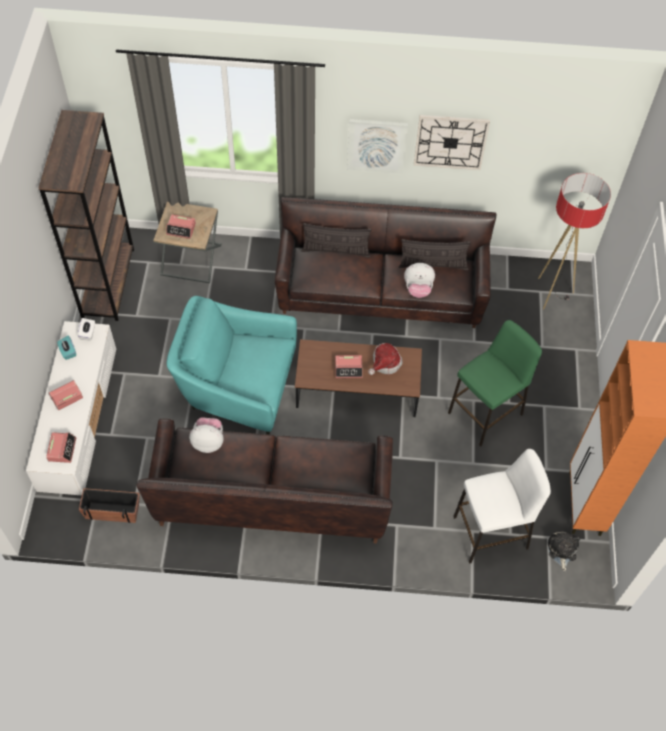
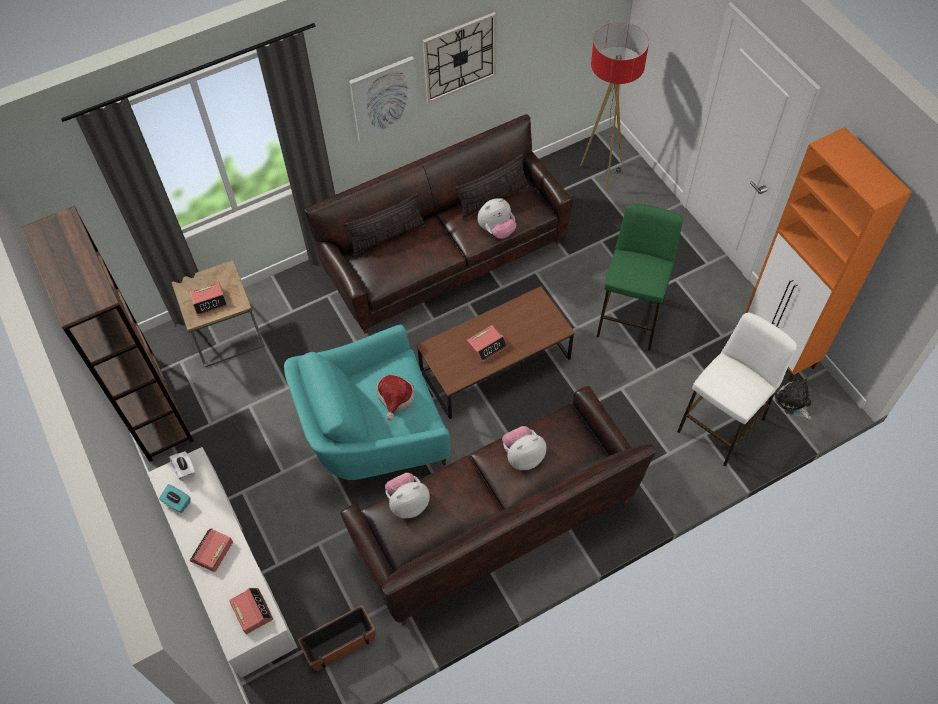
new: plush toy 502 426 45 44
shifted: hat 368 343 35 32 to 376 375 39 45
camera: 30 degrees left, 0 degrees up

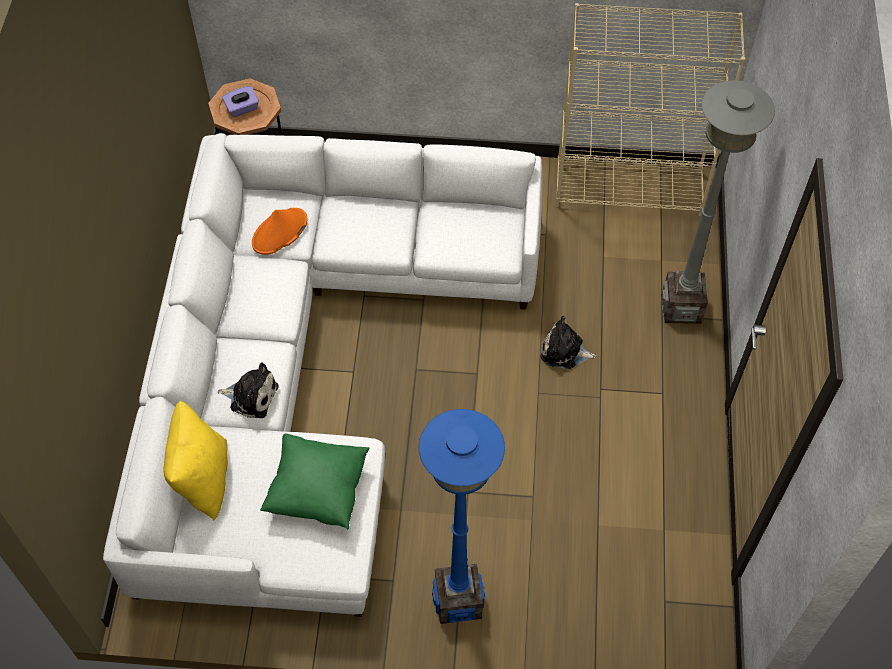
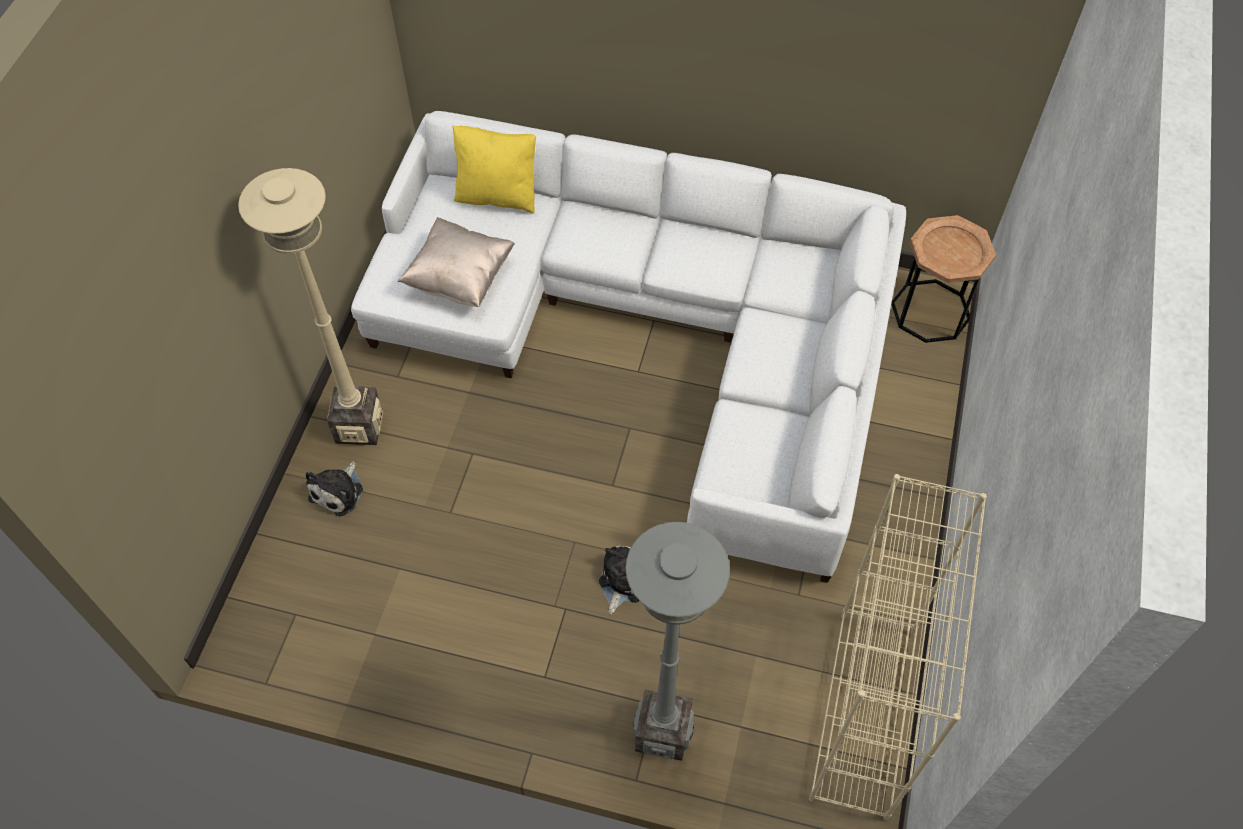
gone: tissue box in purple 222 86 37 31; hat in orange 252 208 55 47
shifted: plush toy 217 362 61 56 to 306 461 57 55
repainted: pillow in green 260 434 110 96 to pillow in beige 398 217 117 90; floor lamp in blue 419 409 86 215 to floor lamp in beige 238 168 145 277
camera: 100 degrees right, 0 degrees up

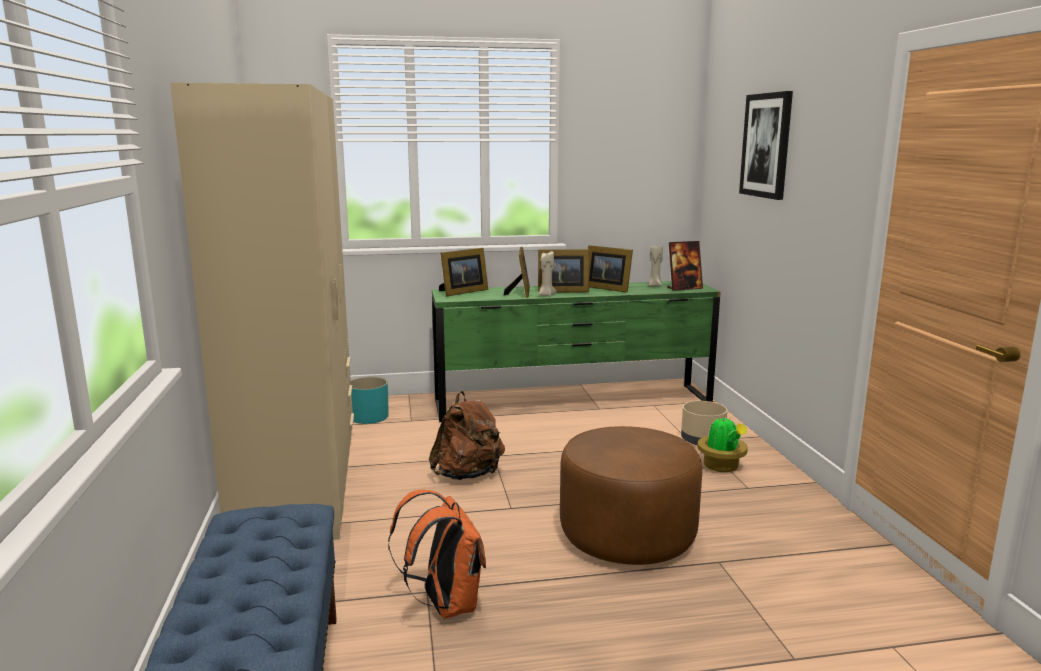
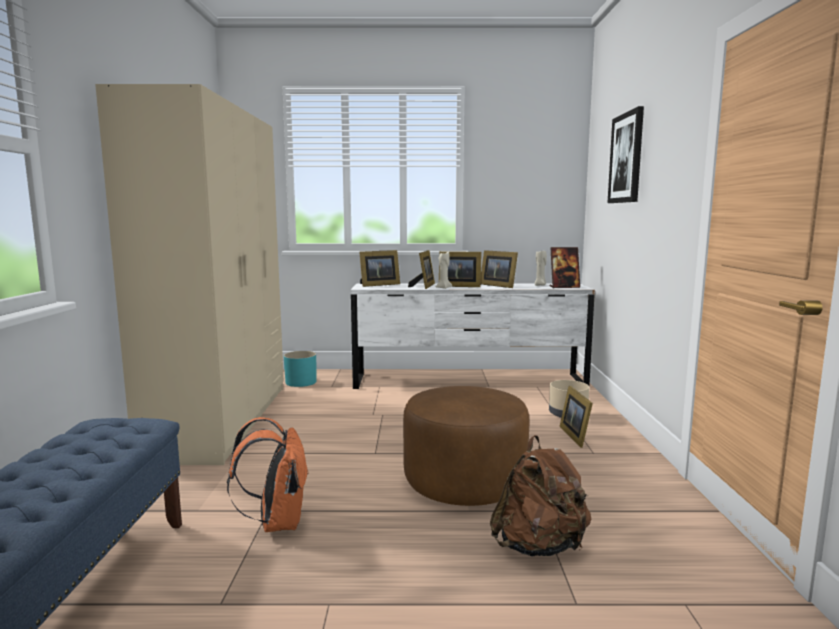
shifted: backpack in brown 429 391 76 89 to 490 435 101 122
swapped: potted plant 697 413 51 59 to picture frame 560 386 33 62
repainted: dresser in green 432 281 289 141 to dresser in white 351 283 244 106
camera: 10 degrees right, 5 degrees down

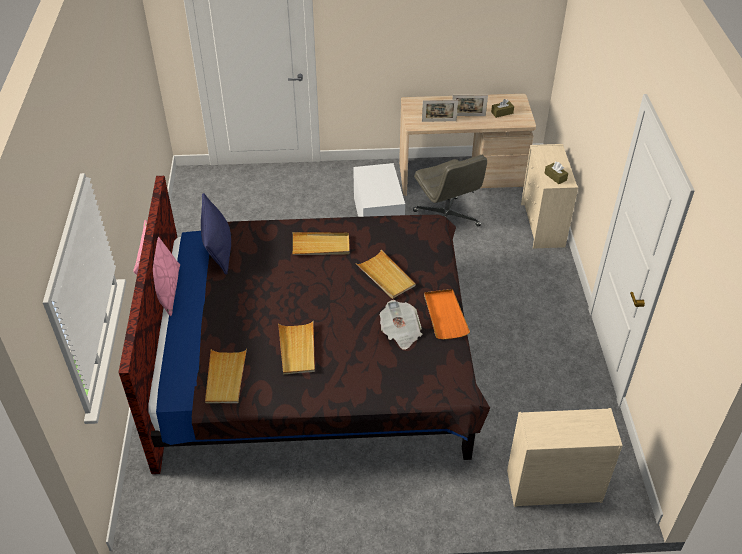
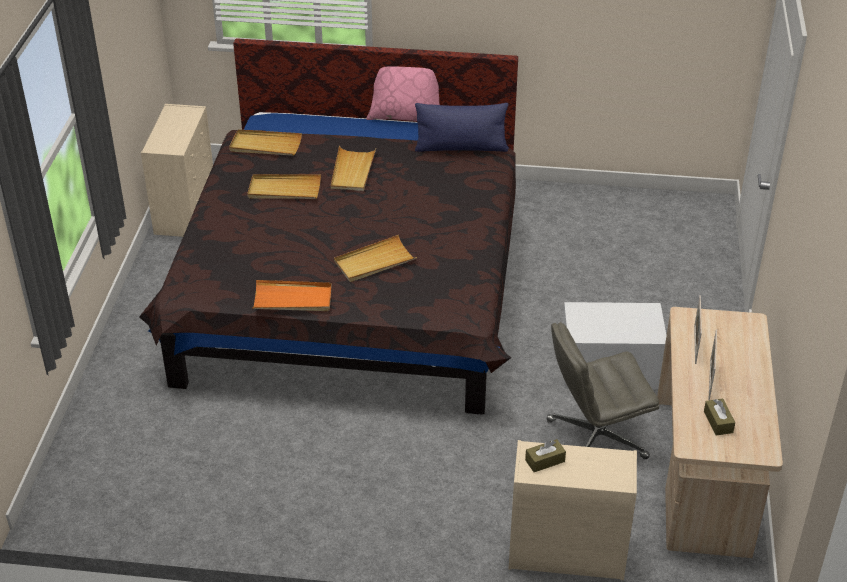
gone: newspaper 380 300 42 50
shifted: tray in beige 292 232 58 23 to 331 146 45 45; dresser in beige 507 408 116 99 to 141 104 72 133
camera: 100 degrees right, 5 degrees down

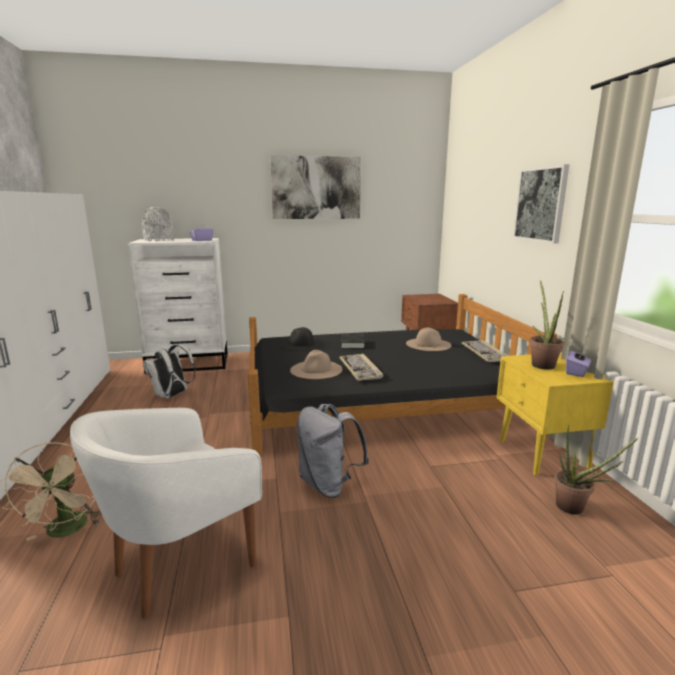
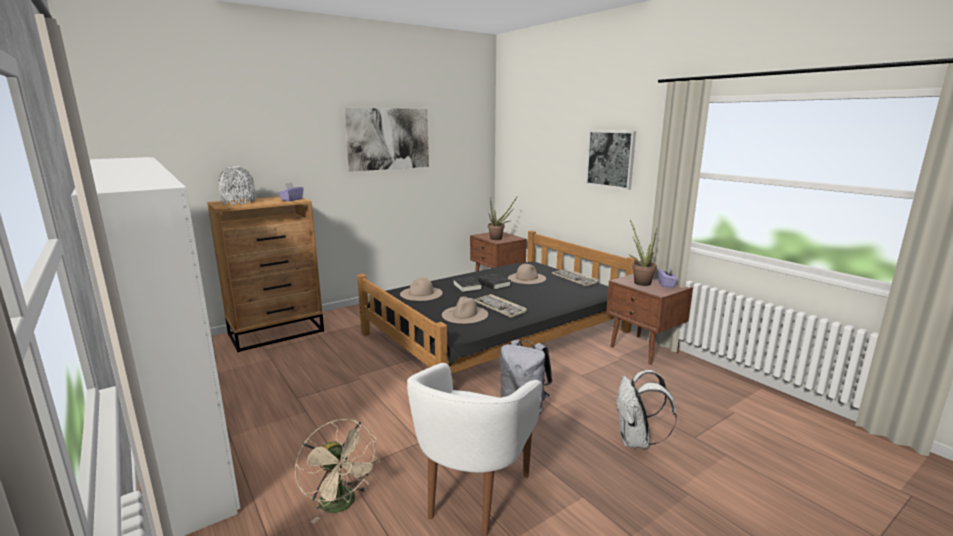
new: book in black 478 274 33 16
shifted: backpack in white 143 344 52 55 to 616 370 61 78; potted plant 554 425 85 89 to 488 197 29 43
repainted: dresser in white 128 238 100 136 to dresser in brown 207 196 117 156; hat in black 279 327 44 24 to hat in beige 400 278 43 23; nightstand in yellow 497 353 117 123 to nightstand in brown 606 274 87 91
camera: 25 degrees left, 0 degrees up

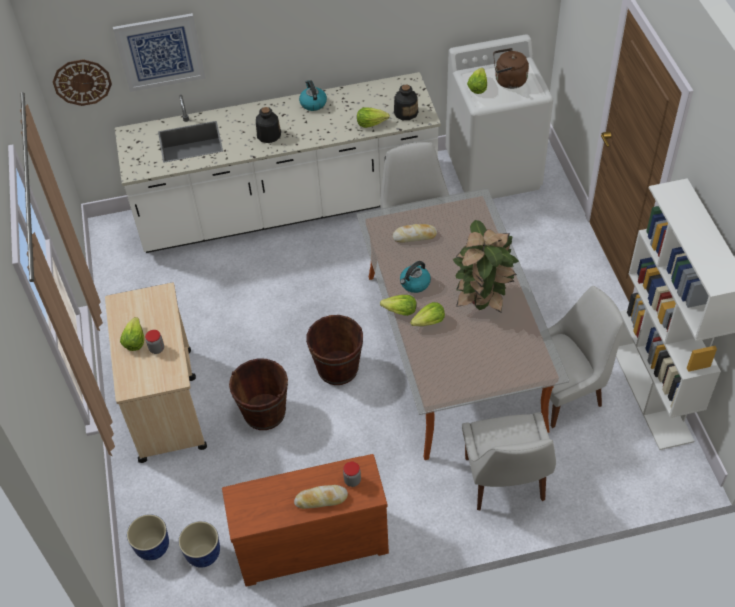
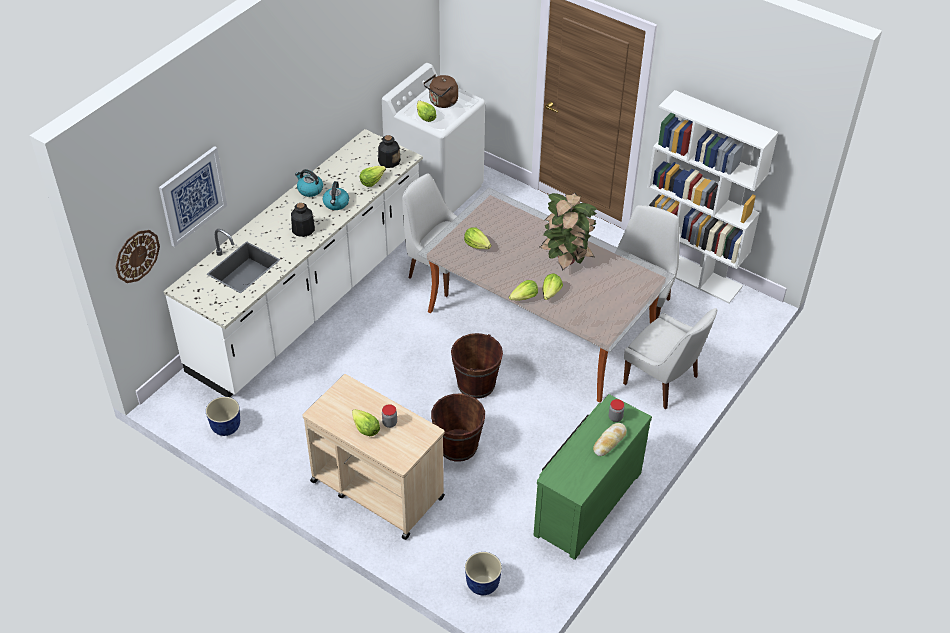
shifted: planter 179 521 41 47 to 206 397 34 39; kettle 400 261 31 32 to 323 181 26 29
swapped: bread 392 224 45 19 to lettuce 464 227 27 22
repainted: dresser in brown 222 454 167 133 to dresser in green 534 394 118 166
camera: 45 degrees left, 5 degrees down

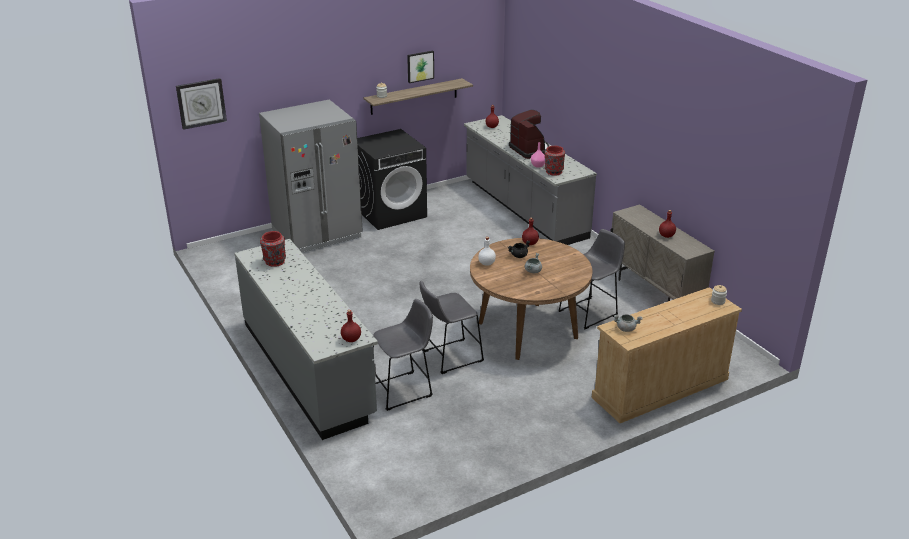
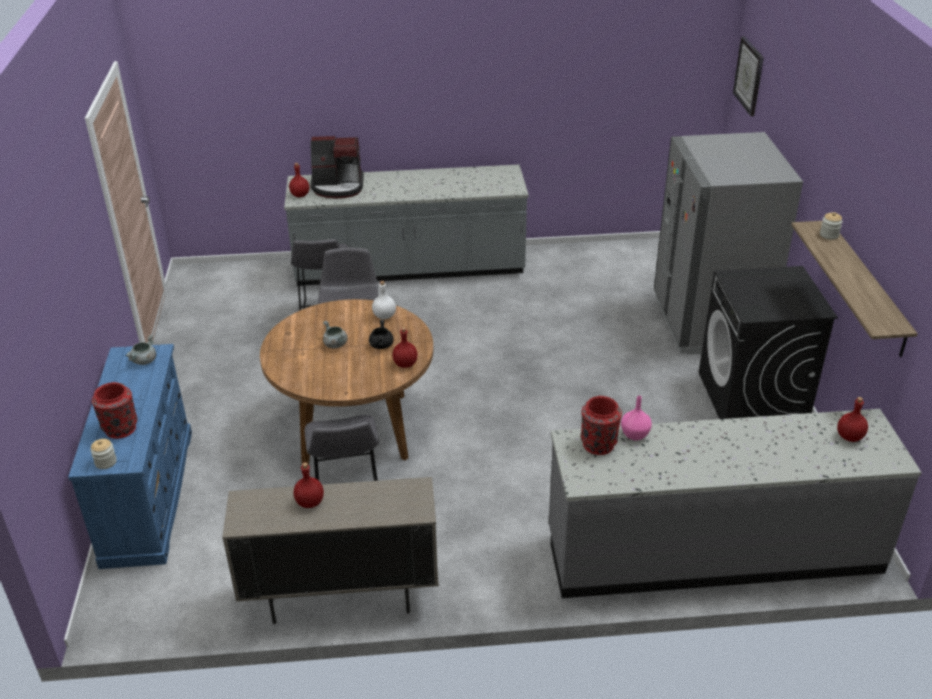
gone: picture 407 51 27 32
shifted: vase in red 260 231 26 36 to 92 382 46 57; coffee machine 509 110 40 49 to 310 136 54 62
repainted: dresser in beige 592 287 150 136 to dresser in blue 68 344 124 225
camera: 115 degrees right, 5 degrees up

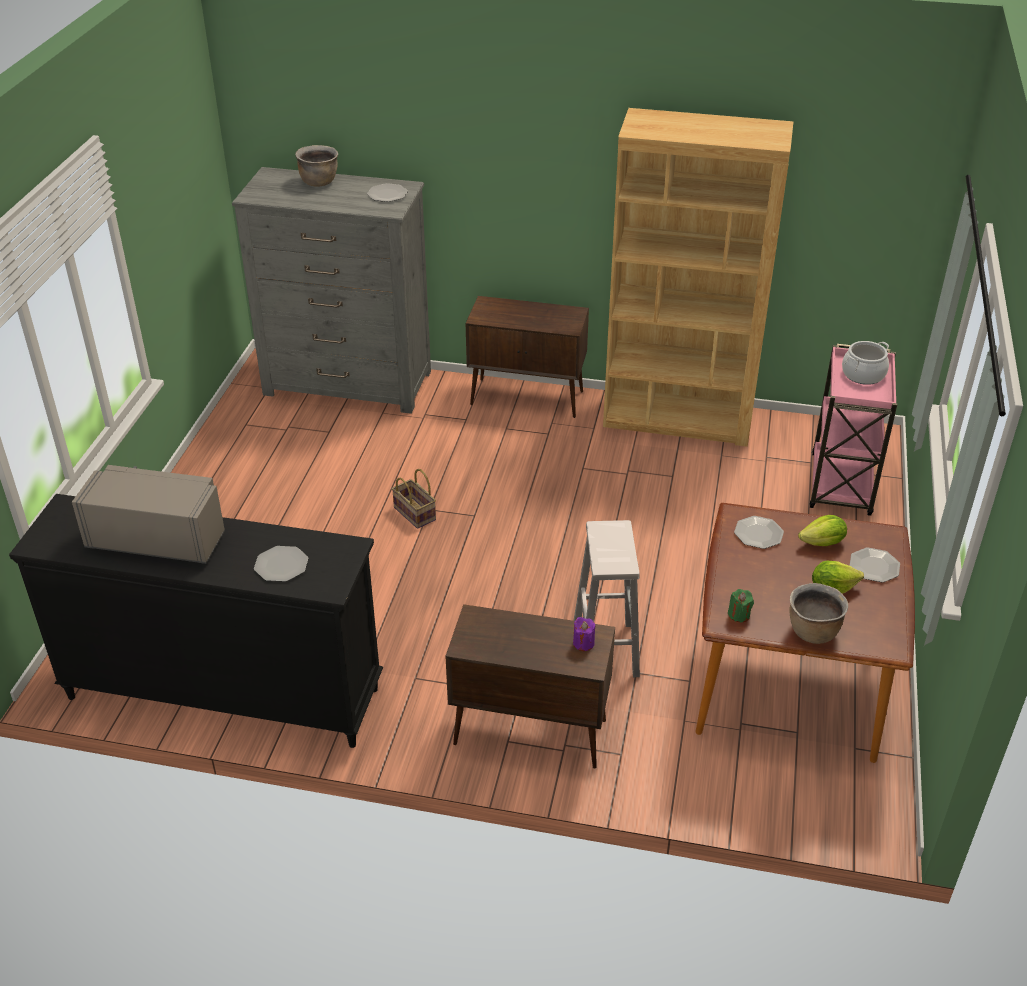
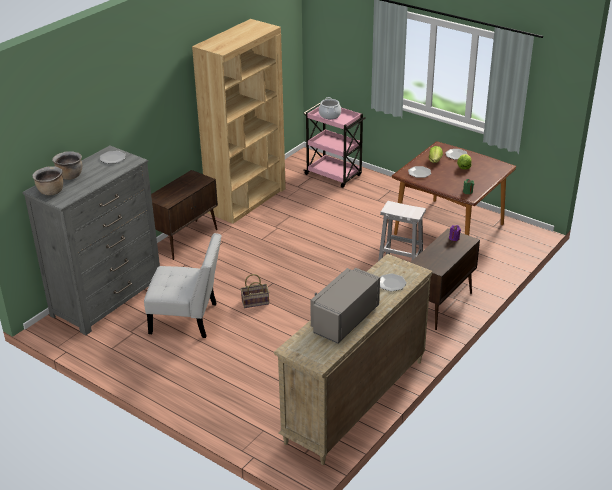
new: chair in white 144 233 78 105
shifted: cooking pot in brown 789 583 59 61 to 32 166 31 29
repainted: dresser in black 9 494 374 254 to dresser in beige 274 254 159 211
camera: 65 degrees left, 5 degrees down

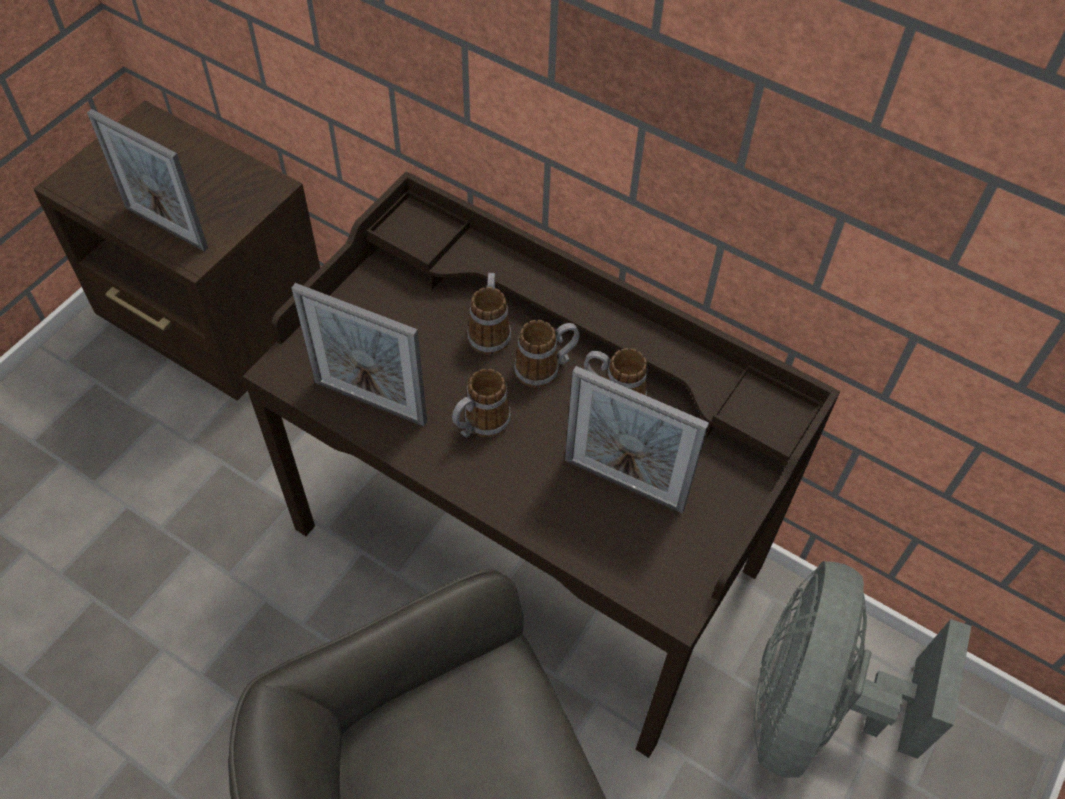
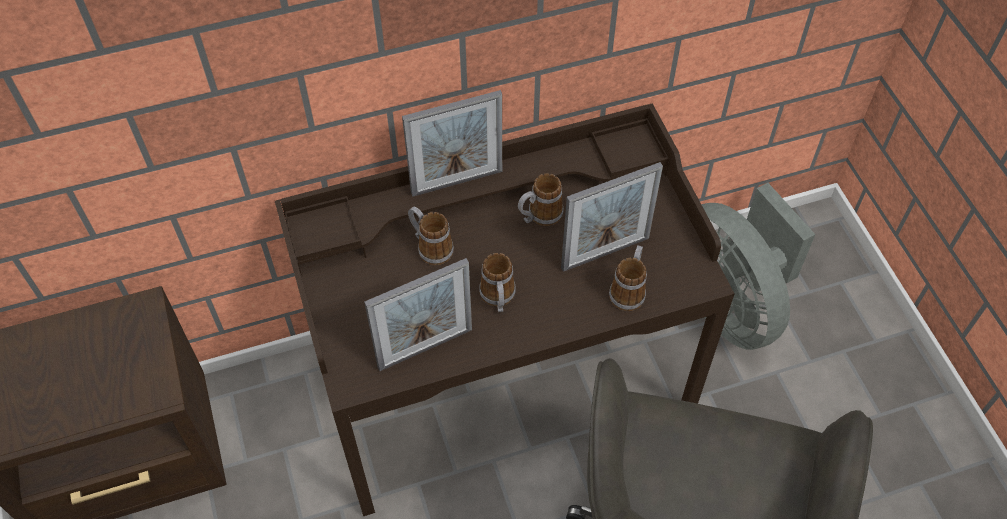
shifted: picture frame 87 109 121 143 to 402 90 100 107; mug 514 320 65 68 to 609 245 38 66
camera: 50 degrees left, 0 degrees up

